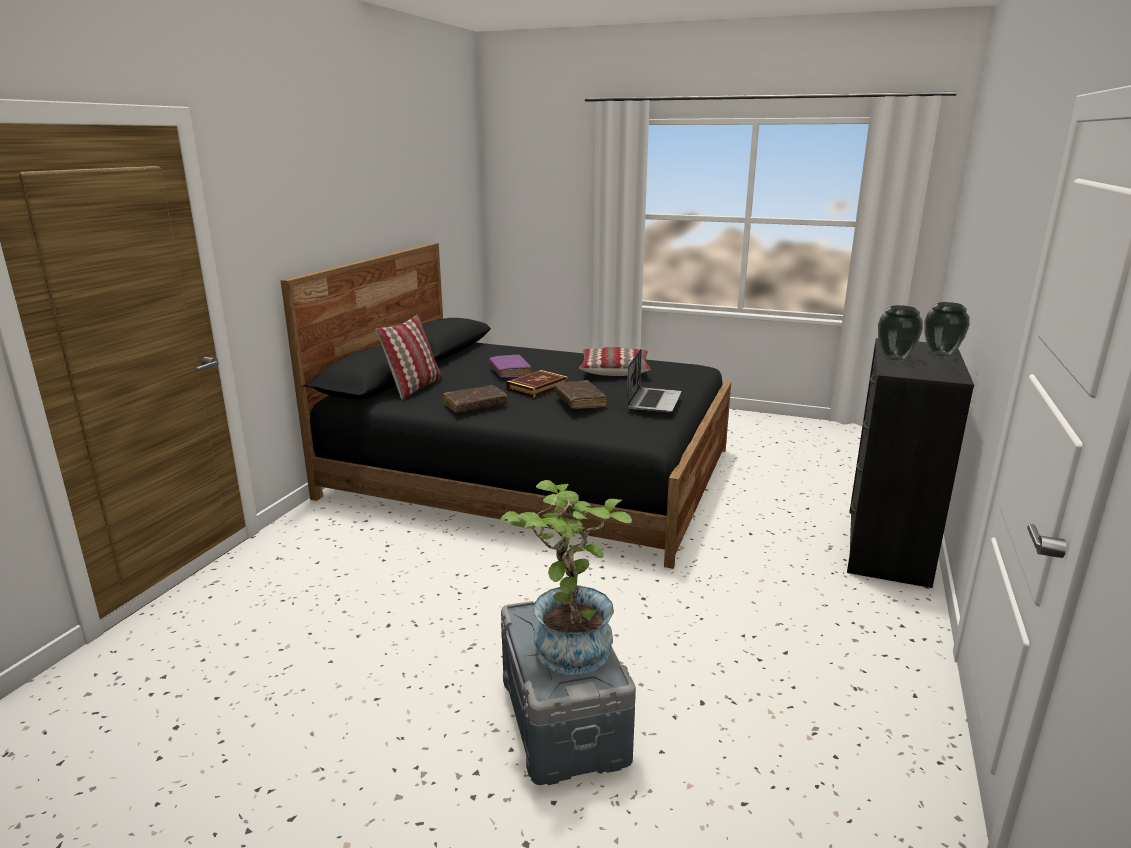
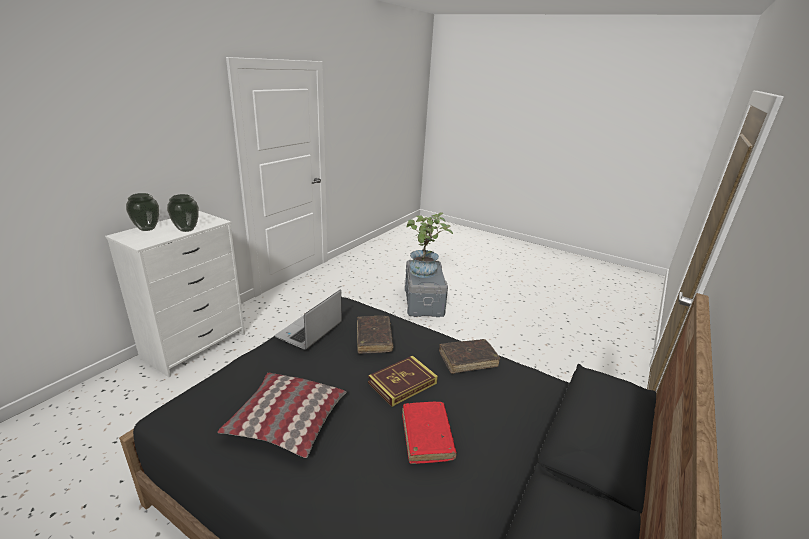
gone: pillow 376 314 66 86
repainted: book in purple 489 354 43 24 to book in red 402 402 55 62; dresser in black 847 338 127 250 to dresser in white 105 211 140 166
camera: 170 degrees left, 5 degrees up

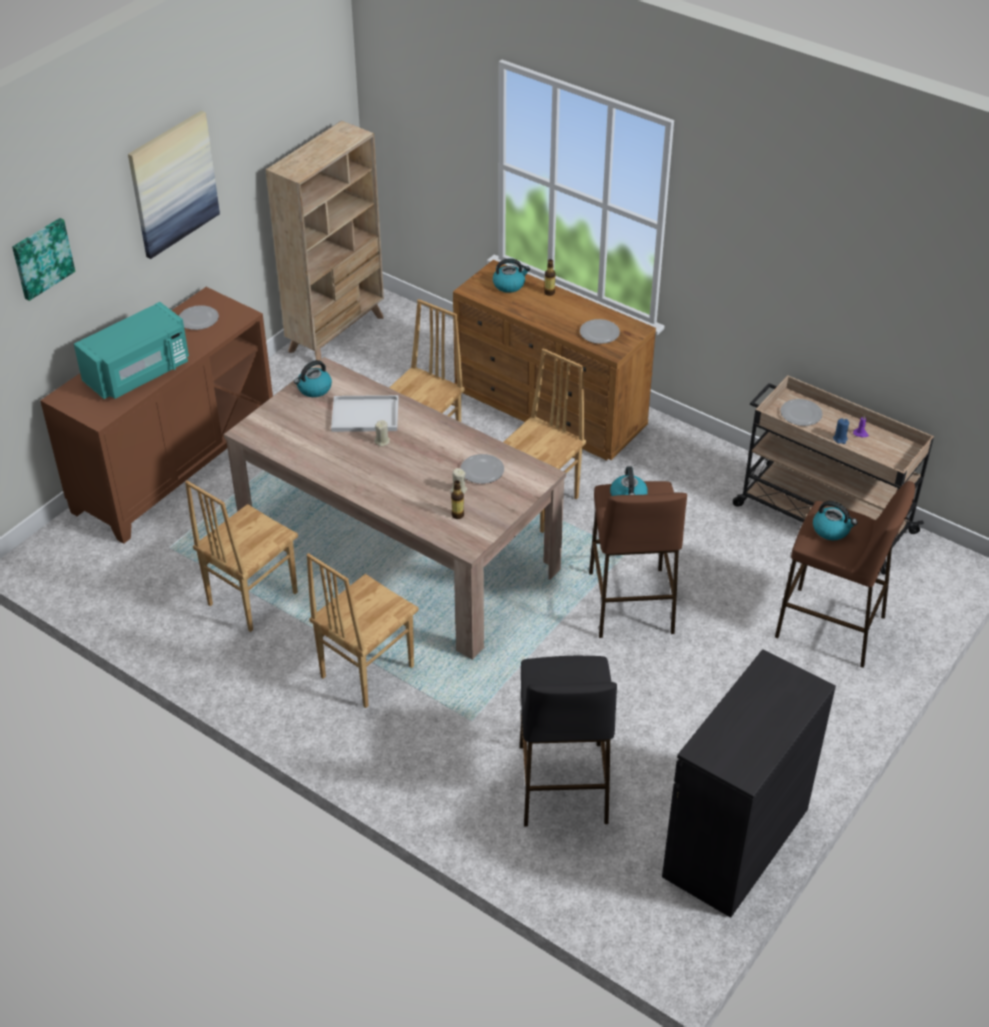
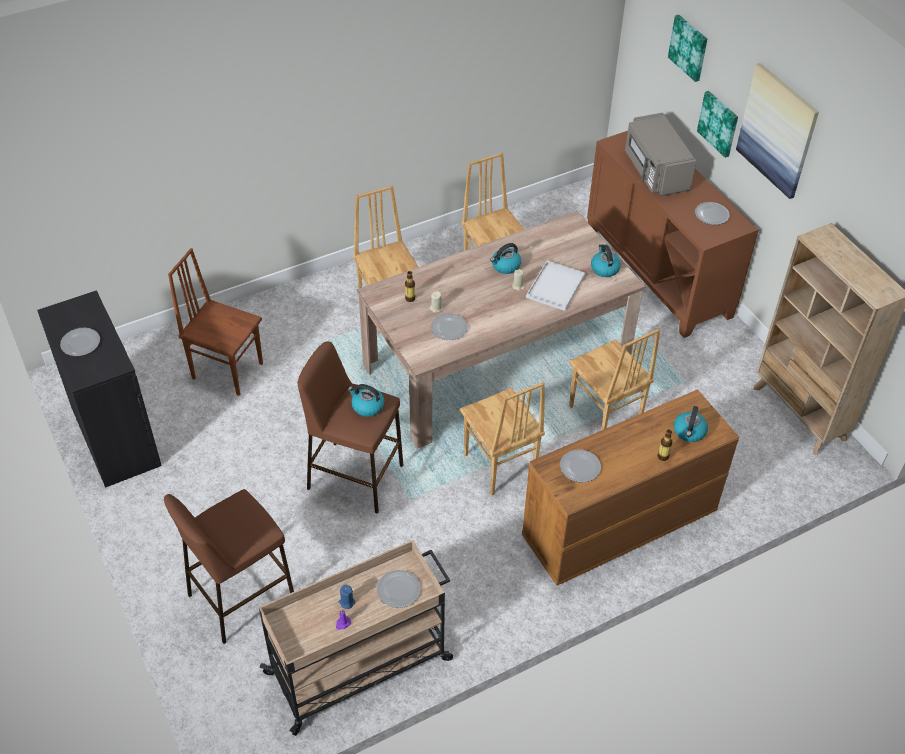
new: plate 60 328 40 28; picture 697 91 41 67
shifted: kettle 813 501 45 39 to 490 243 31 31
swapped: stool in black 519 656 98 171 to chair in brown 168 248 95 148
repainted: microwave in turquoise 74 302 115 97 to microwave in grey 625 112 71 84
camera: 115 degrees right, 5 degrees up

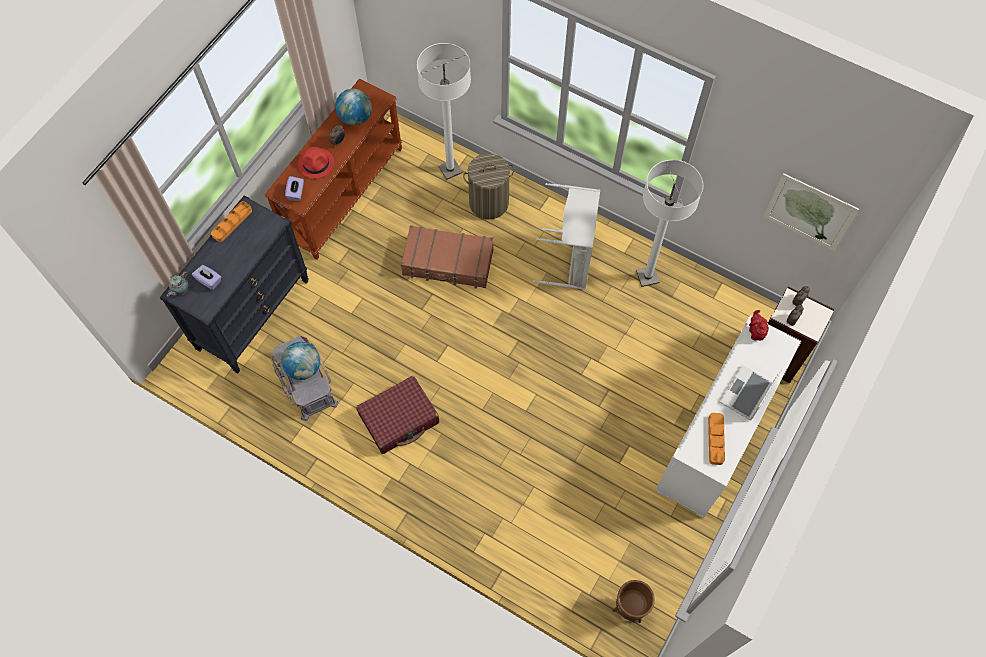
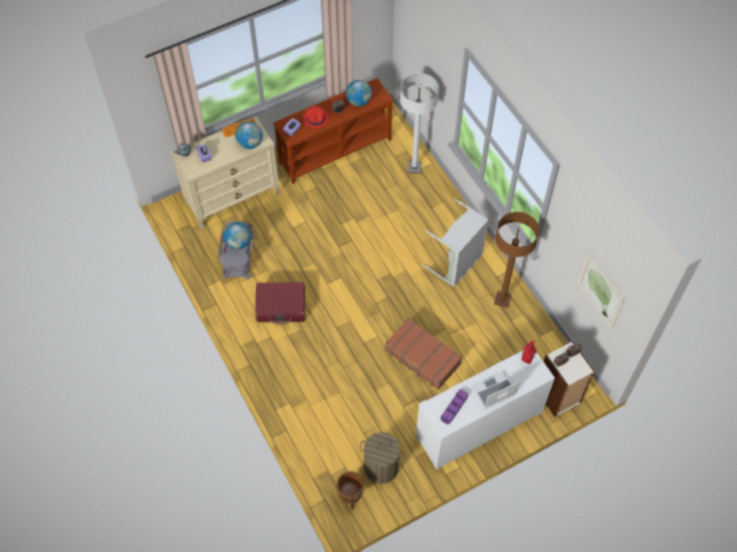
new: globe 235 121 28 28
shifted: suitcase in brown 400 225 94 64 to 385 318 77 72; laundry basket 463 153 51 66 to 360 432 44 52
repainted: dresser in black 160 196 148 178 to dresser in beige 171 116 109 113; floor lamp in white 636 160 67 127 to floor lamp in brown 494 212 46 96; tray in orange 708 413 17 52 to tray in purple 441 389 27 35
camera: 30 degrees right, 5 degrees down

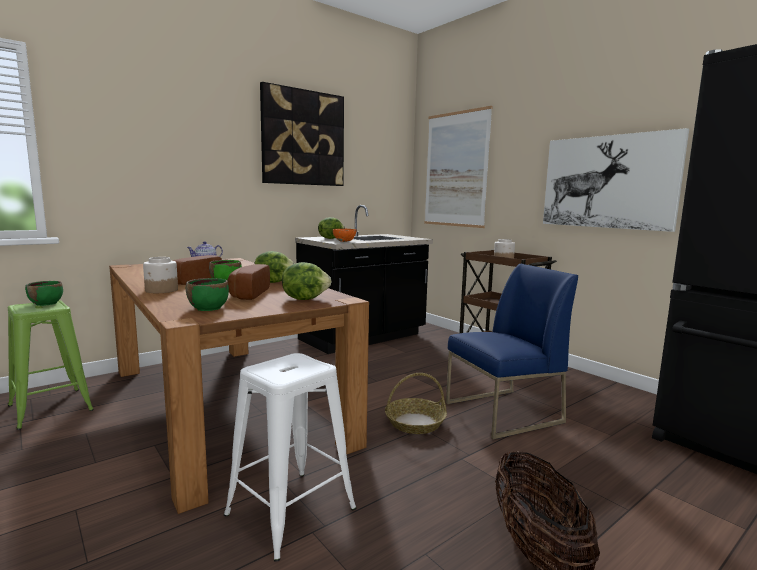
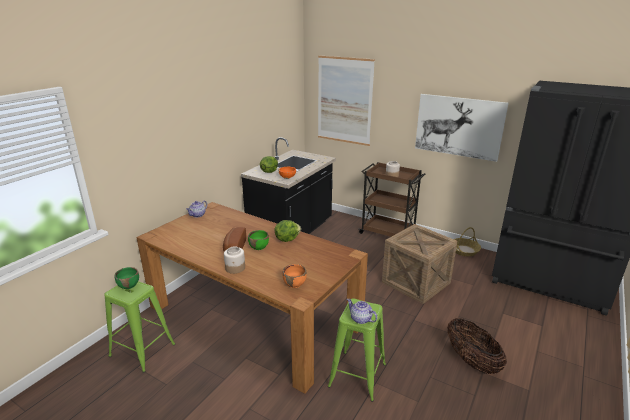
gone: bread 227 264 43 36; picture 260 82 84 104; lettuce 282 262 50 38
new: teapot 347 299 30 25
shifted: basket 385 373 62 61 to 454 227 27 29
swapped: chair in blue 446 264 132 175 to crate 382 224 75 80
repainted: bowl in green 186 278 43 33 to bowl in orange 283 264 24 24; stool in white 224 353 132 209 to stool in green 328 298 58 104
camera: 20 degrees left, 15 degrees up

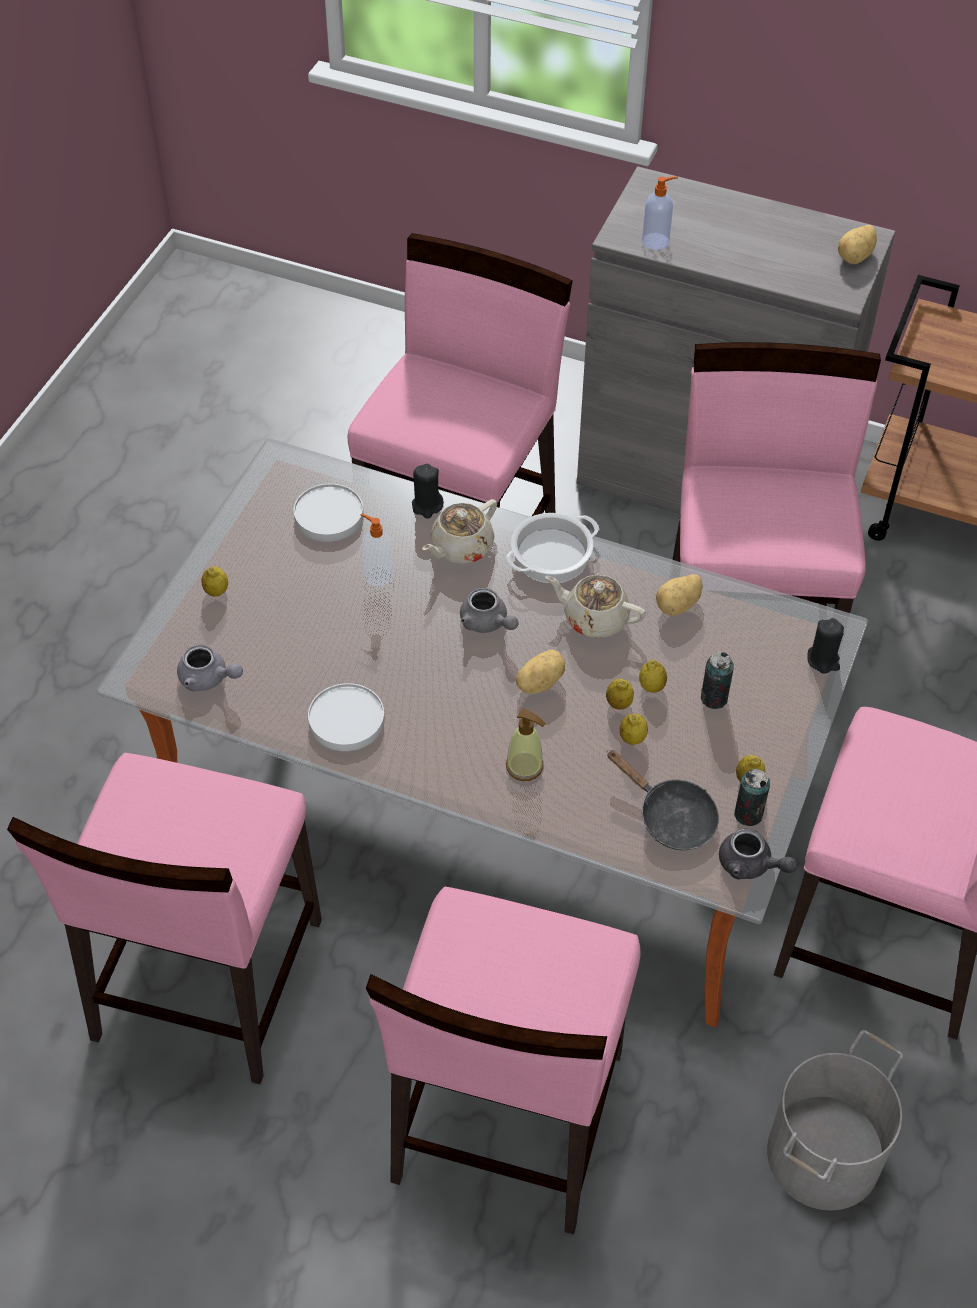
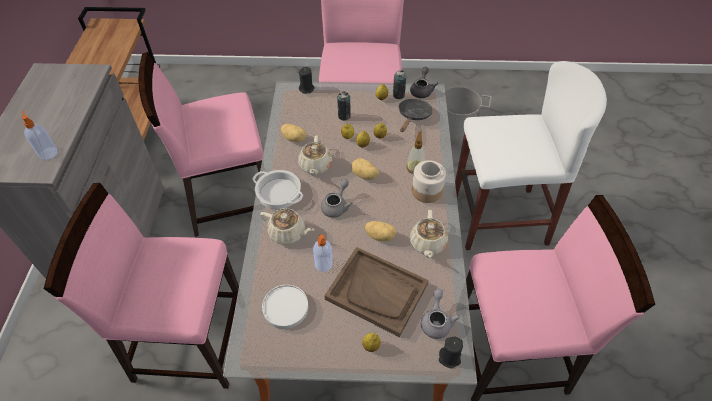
new: tray in brown 324 247 105 90; jar 412 160 34 43
shifted: candle in black 412 464 32 55 to 439 337 24 31; potato 838 225 39 39 to 365 221 31 20
swapped: plate in white 308 683 77 68 to teapot in beige 410 209 38 49; chair in pink 366 887 275 348 to stool in white 455 61 152 189
camera: 110 degrees left, 0 degrees up

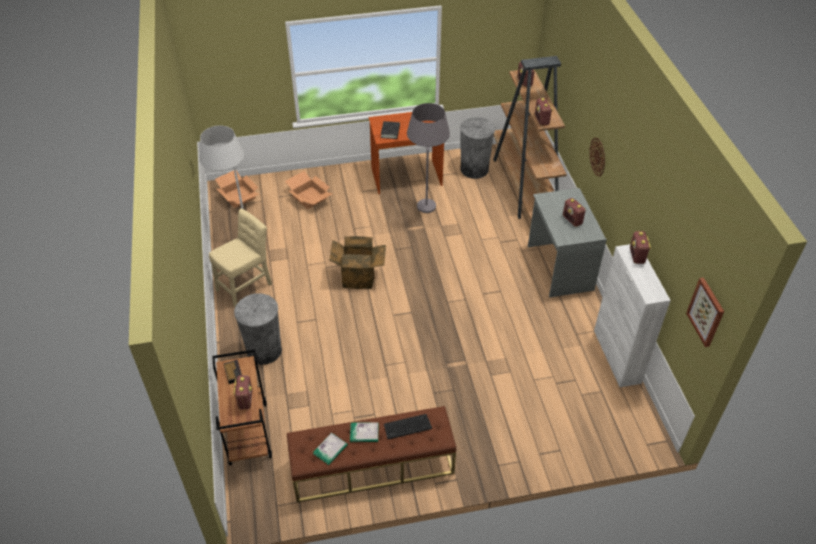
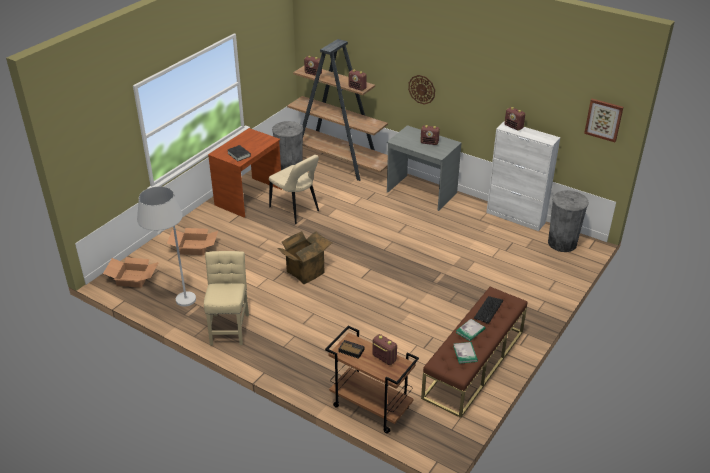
shifted: trash can in grey 234 293 48 72 to 548 190 41 62
swapped: floor lamp in grey 407 103 43 110 to chair in beige 269 155 50 69
camera: 45 degrees left, 10 degrees down

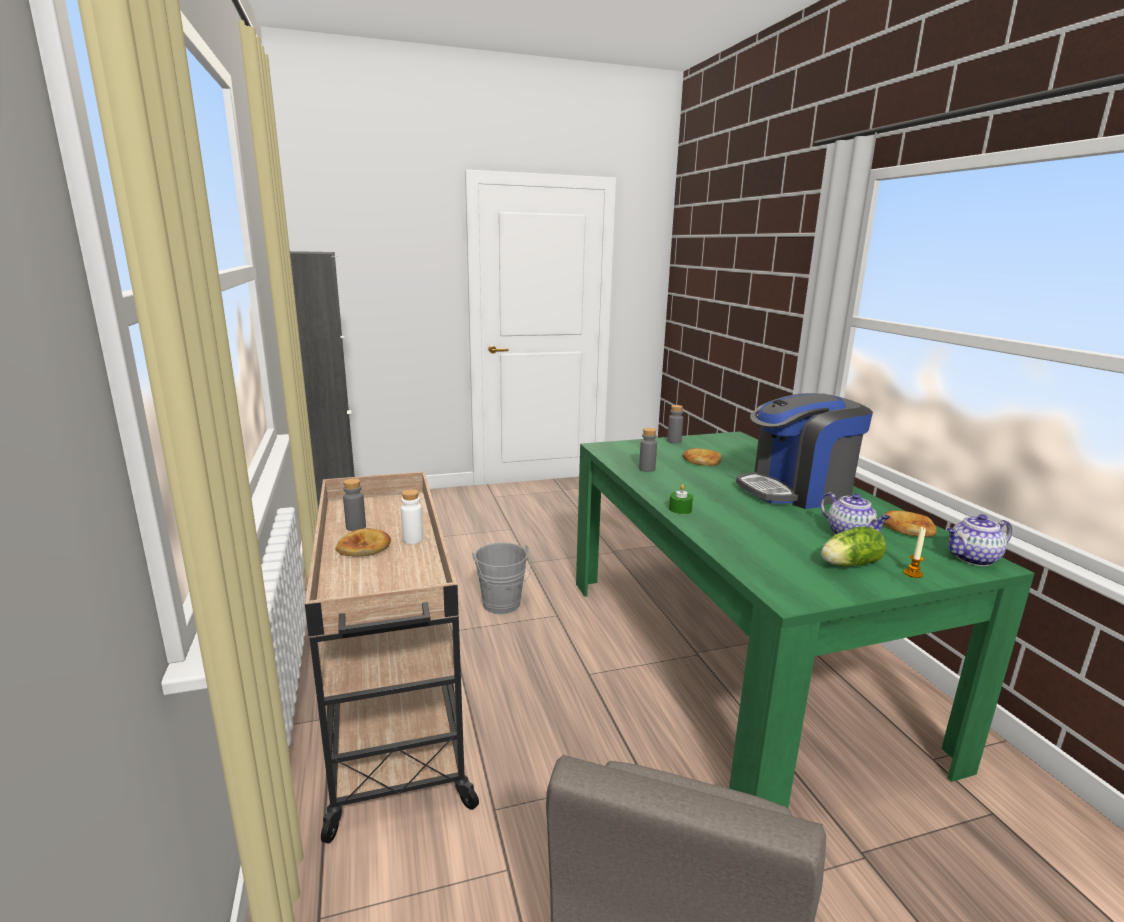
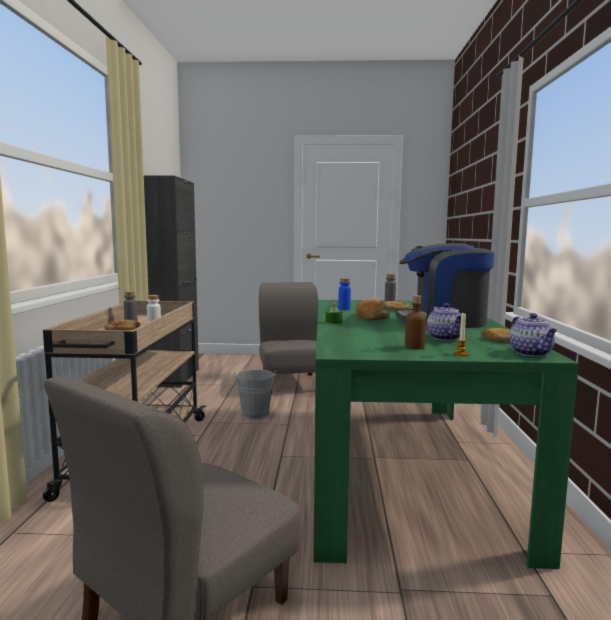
new: chair in grey 259 282 59 112; bread 356 298 34 22
swapped: lettuce 821 527 65 39 to bottle in brown 405 295 21 54
repainted: bottle in grey 639 428 18 44 to bottle in blue 338 278 13 32
rotated: teapot 947 514 65 52 = 509 313 48 44 105 degrees counterclockwise
camera: 20 degrees right, 10 degrees down

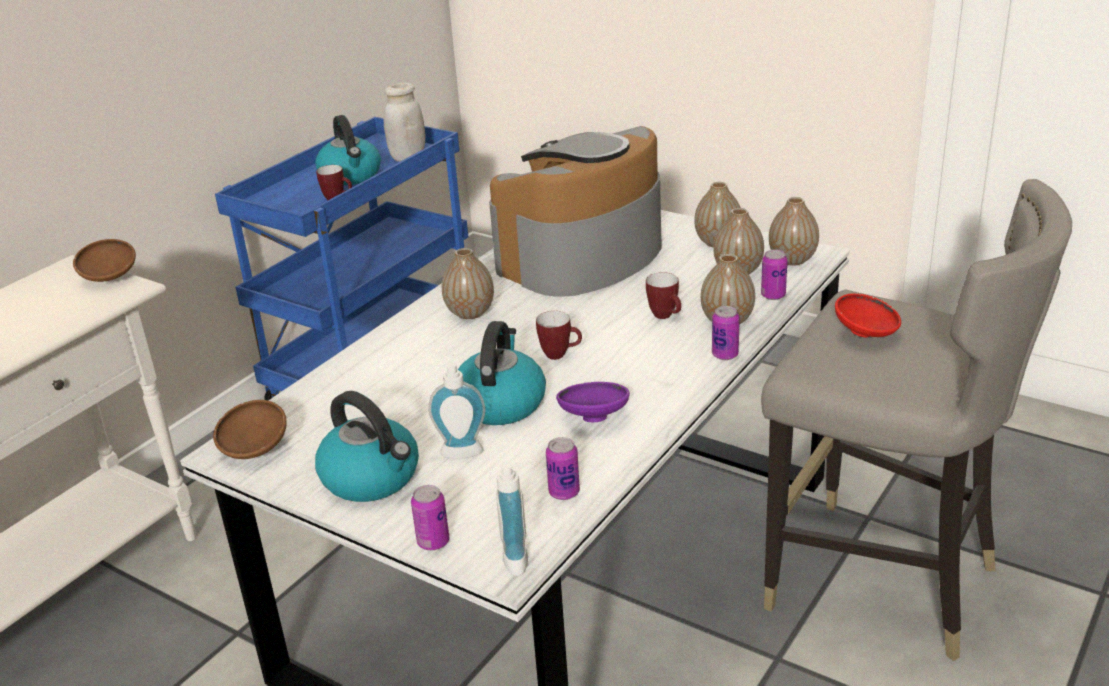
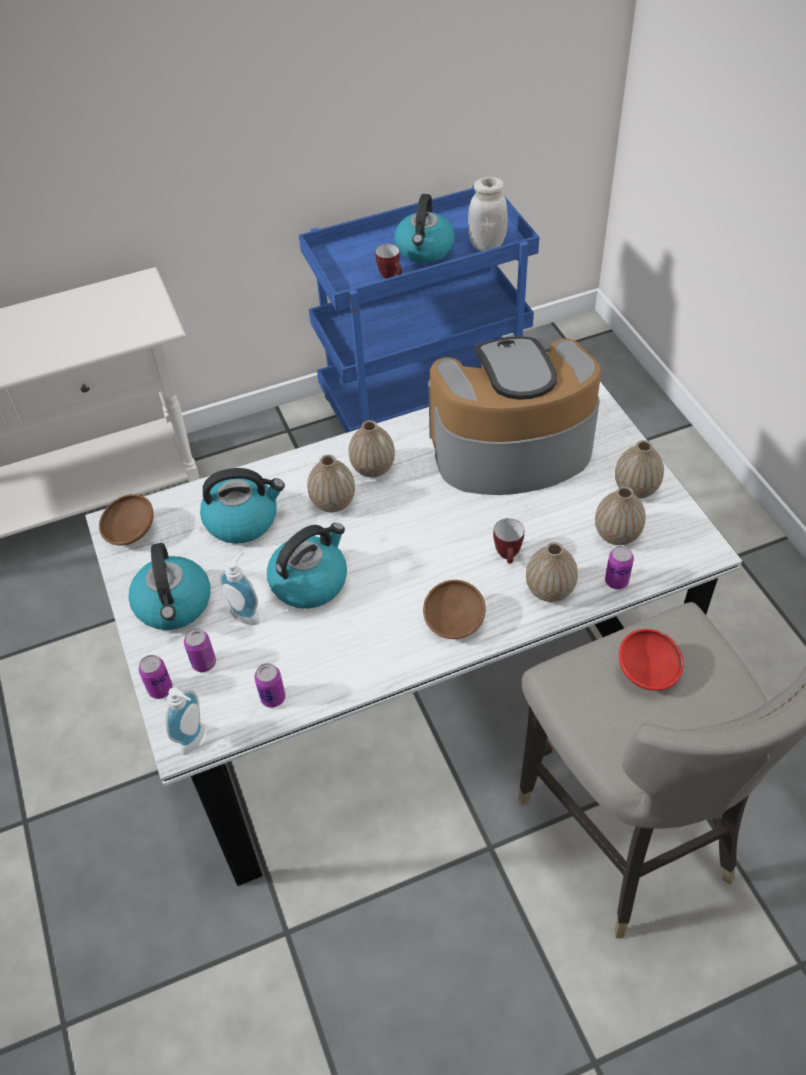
gone: mug 536 311 46 49; bowl in purple 556 382 74 40
new: kettle 200 468 85 76
shifted: bowl in brown 73 239 63 43 to 423 580 63 59; can 712 306 28 54 to 184 628 32 44; vase 769 197 50 69 to 307 455 48 57
camera: 35 degrees right, 20 degrees up

